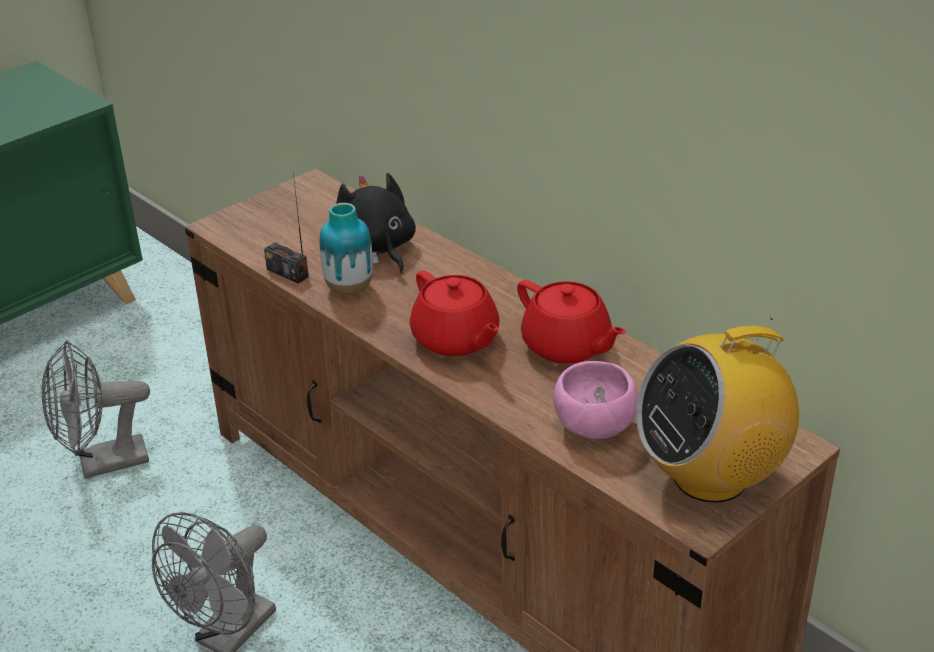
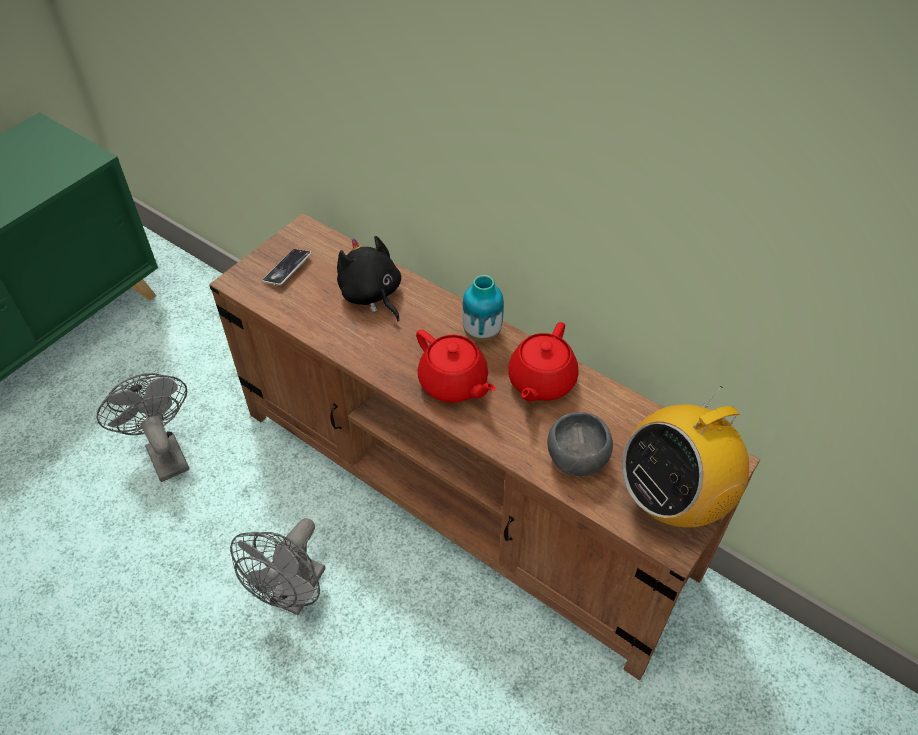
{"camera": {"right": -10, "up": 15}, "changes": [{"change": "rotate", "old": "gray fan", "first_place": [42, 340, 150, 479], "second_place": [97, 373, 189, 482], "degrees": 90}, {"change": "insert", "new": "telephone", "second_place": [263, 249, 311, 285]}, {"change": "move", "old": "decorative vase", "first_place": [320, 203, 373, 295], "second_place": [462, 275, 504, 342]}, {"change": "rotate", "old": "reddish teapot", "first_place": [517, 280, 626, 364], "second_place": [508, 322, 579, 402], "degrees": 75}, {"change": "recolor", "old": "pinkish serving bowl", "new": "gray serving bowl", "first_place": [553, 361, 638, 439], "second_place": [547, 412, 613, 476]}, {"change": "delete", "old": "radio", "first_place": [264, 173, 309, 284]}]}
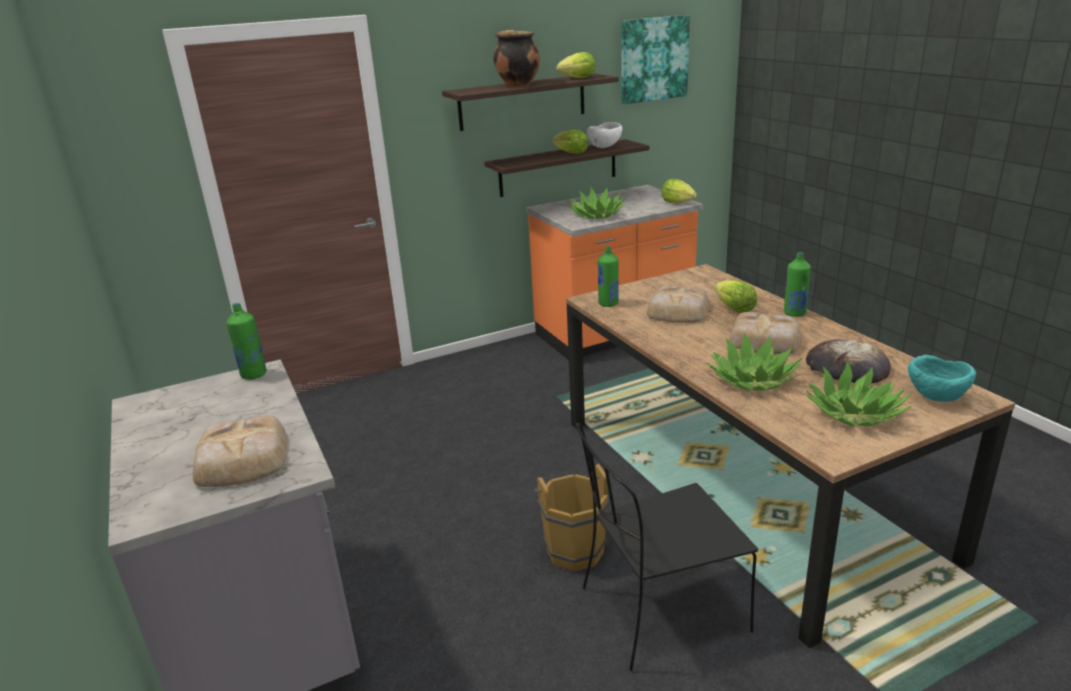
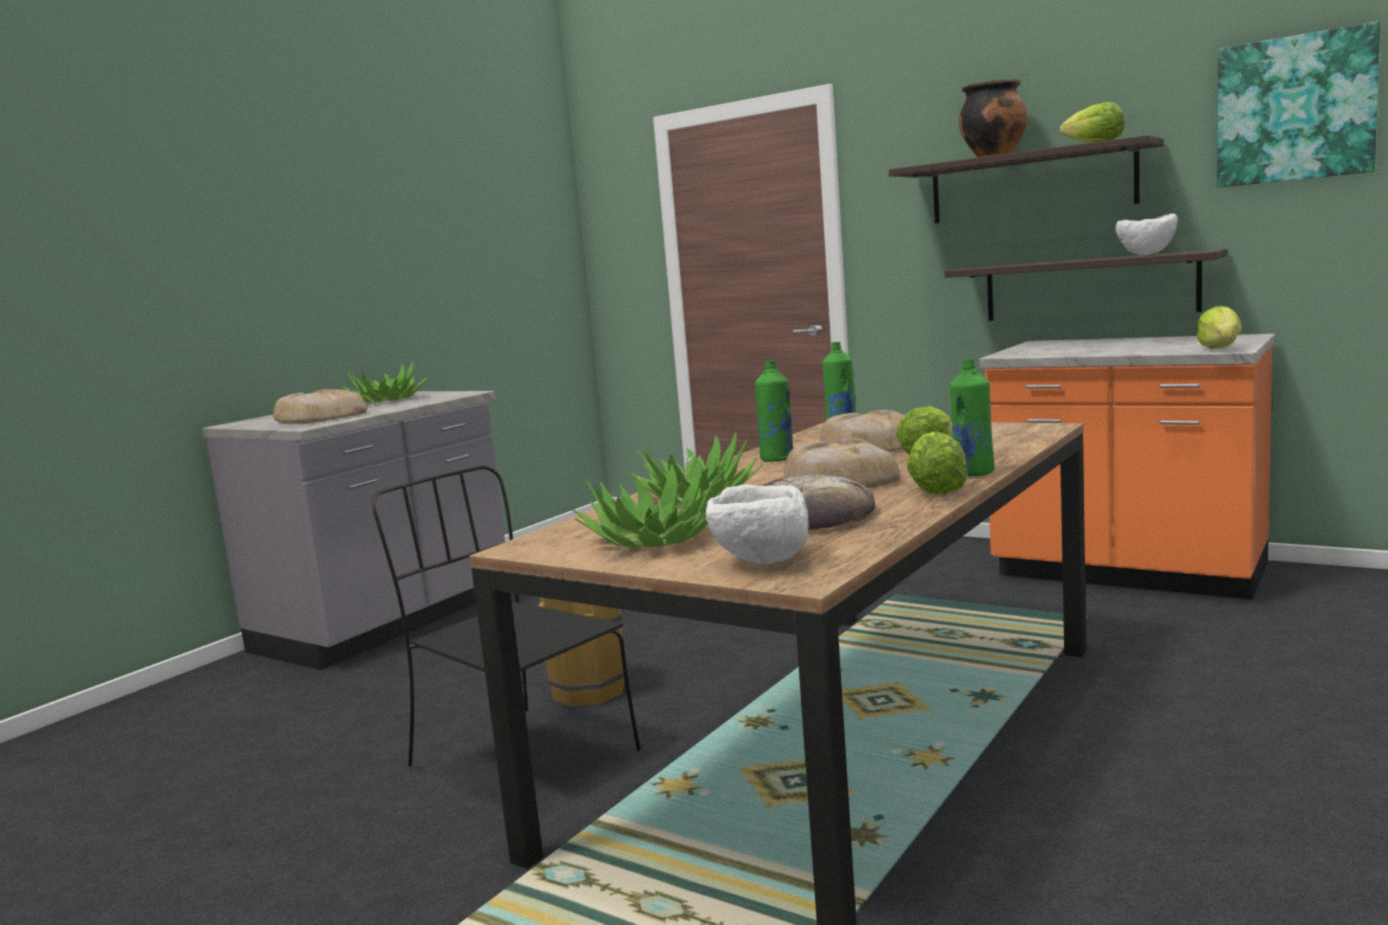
{"camera": {"right": 60, "up": -15}, "changes": [{"change": "move", "old": "houseplant", "first_place": [567, 188, 626, 219], "second_place": [341, 361, 426, 403]}, {"change": "recolor", "old": "turquoise-coloured serving bowl", "new": "whitish serving bowl", "first_place": [908, 355, 976, 402], "second_place": [706, 484, 809, 564]}, {"change": "move", "old": "green-coloured bottle", "first_place": [226, 303, 267, 380], "second_place": [755, 360, 793, 462]}, {"change": "move", "old": "lettuce", "first_place": [552, 130, 588, 154], "second_place": [907, 431, 968, 495]}]}
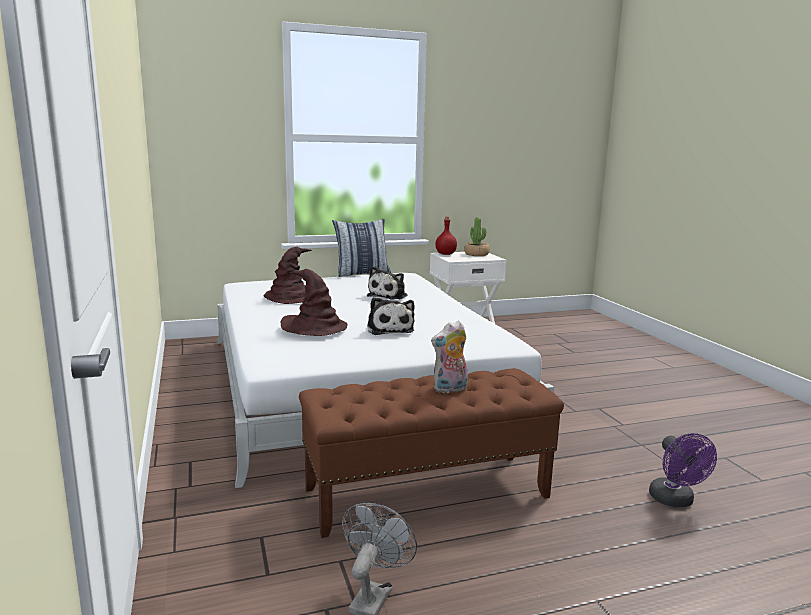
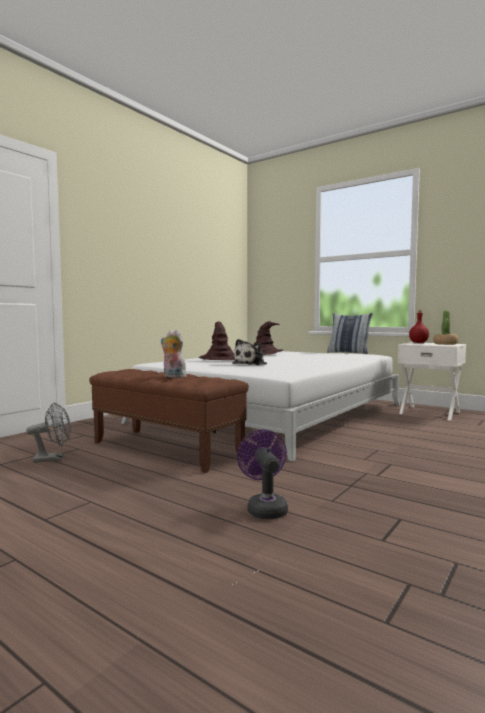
{"camera": {"right": 55, "up": -10}, "changes": [{"change": "rotate", "old": "purplish fan", "first_place": [649, 433, 717, 507], "second_place": [237, 429, 288, 519], "degrees": 120}, {"change": "delete", "old": "plush toy", "first_place": [367, 266, 408, 300]}]}
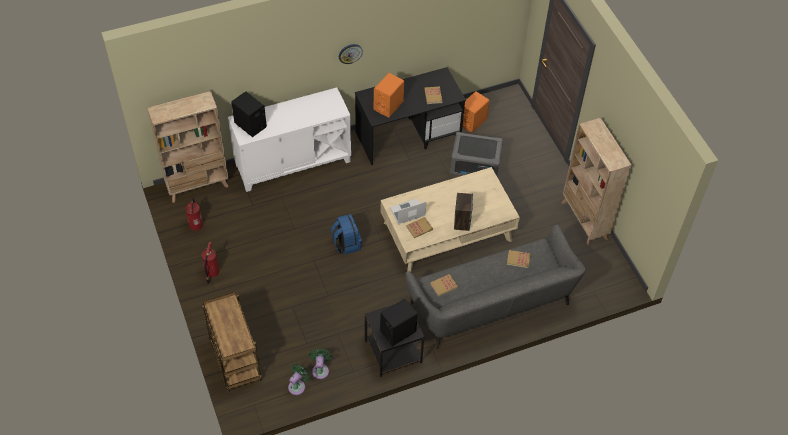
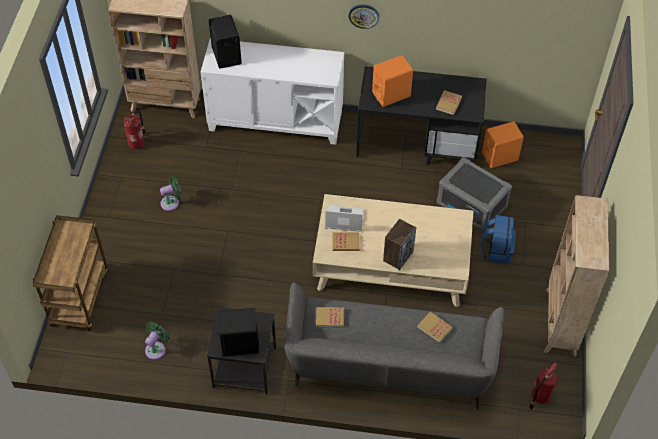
{"camera": {"right": 30, "up": 0}, "changes": [{"change": "move", "old": "green-coloured fan", "first_place": [288, 363, 310, 395], "second_place": [160, 176, 182, 211]}, {"change": "move", "old": "blue-coloured knapsack", "first_place": [331, 214, 362, 255], "second_place": [481, 215, 516, 264]}, {"change": "move", "old": "extinguisher", "first_place": [202, 242, 219, 284], "second_place": [529, 362, 557, 410]}]}
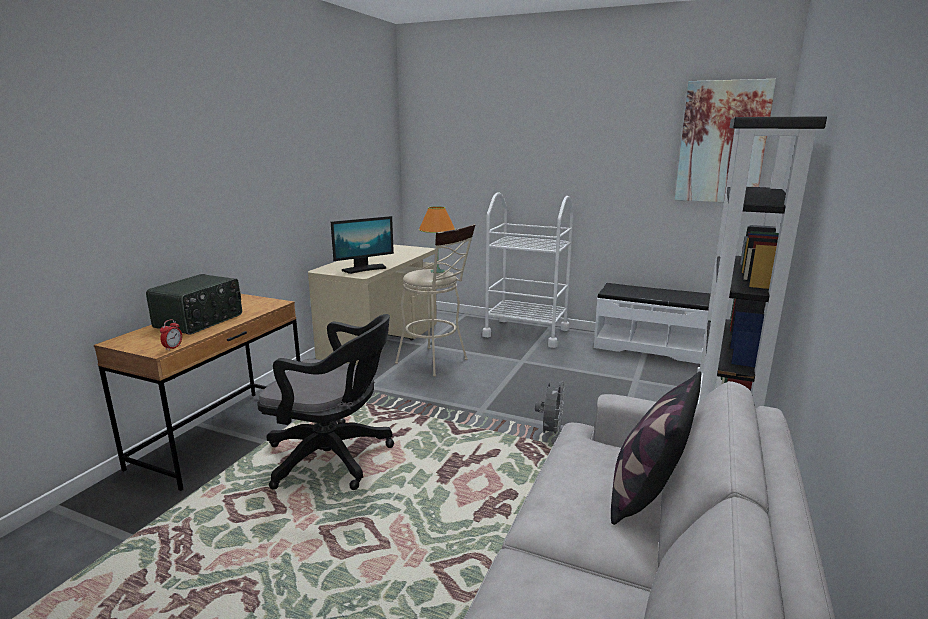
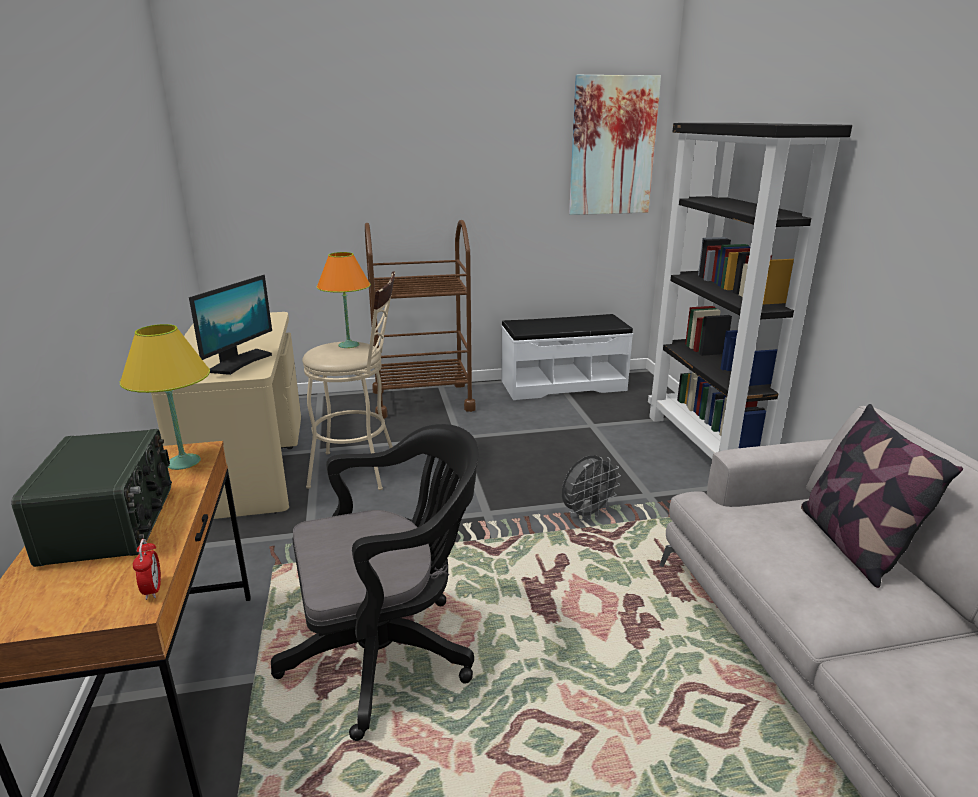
{"camera": {"right": -35, "up": 5}, "changes": [{"change": "insert", "new": "yellowish tabletop lamp", "second_place": [120, 324, 210, 470]}, {"change": "recolor", "old": "whitish trolley", "new": "brownish trolley", "first_place": [482, 192, 574, 348], "second_place": [365, 220, 476, 419]}, {"change": "rotate", "old": "gray fan", "first_place": [535, 381, 564, 439], "second_place": [562, 455, 621, 521], "degrees": 75}]}
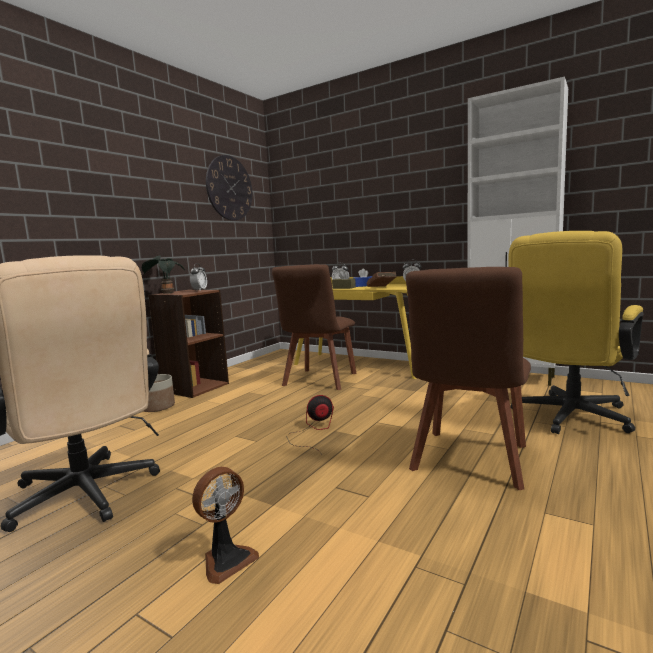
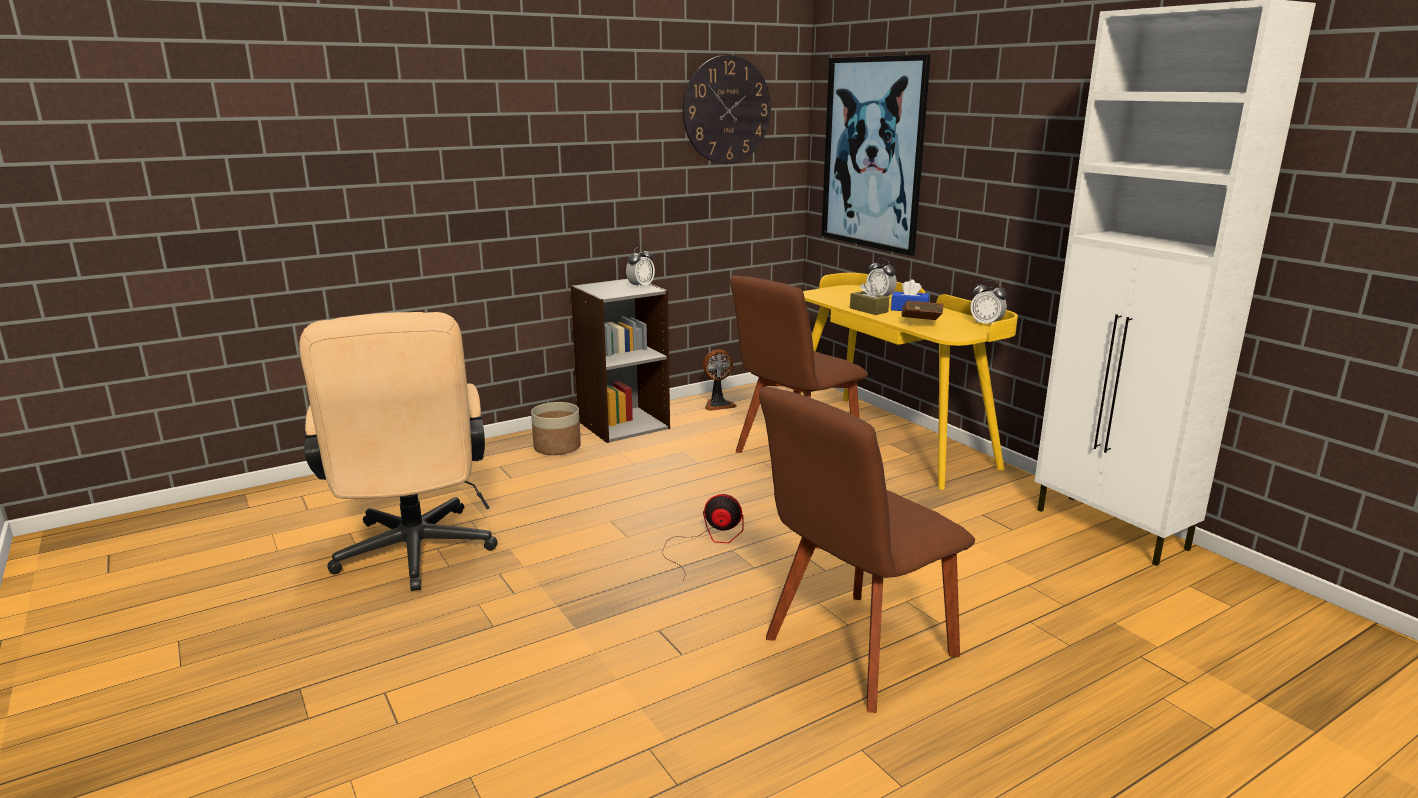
{"camera": {"right": 25, "up": 10}, "changes": [{"change": "recolor", "old": "brownish bookshelf", "new": "gray bookshelf", "first_place": [148, 290, 229, 398], "second_place": [571, 279, 670, 443]}, {"change": "move", "old": "fan", "first_place": [192, 467, 259, 584], "second_place": [703, 349, 737, 411]}, {"change": "insert", "new": "wall picture", "second_place": [821, 54, 931, 256]}, {"change": "delete", "old": "houseplant", "first_place": [142, 255, 185, 294]}, {"change": "delete", "old": "yellowish office chair", "first_place": [508, 231, 643, 434]}]}
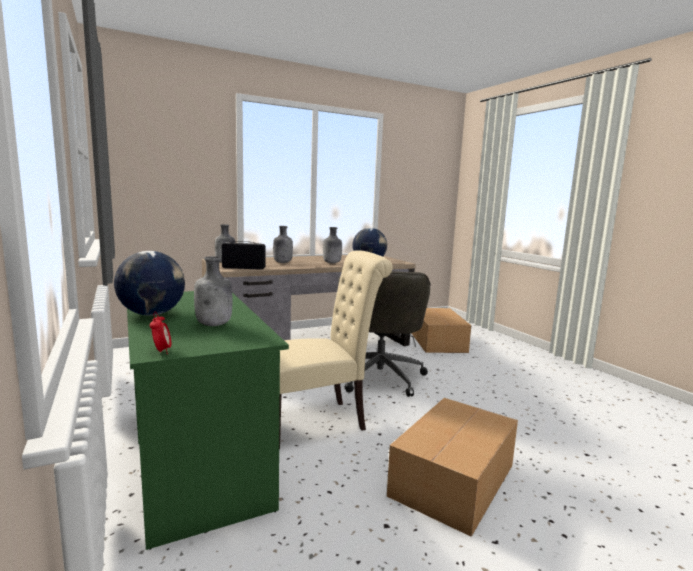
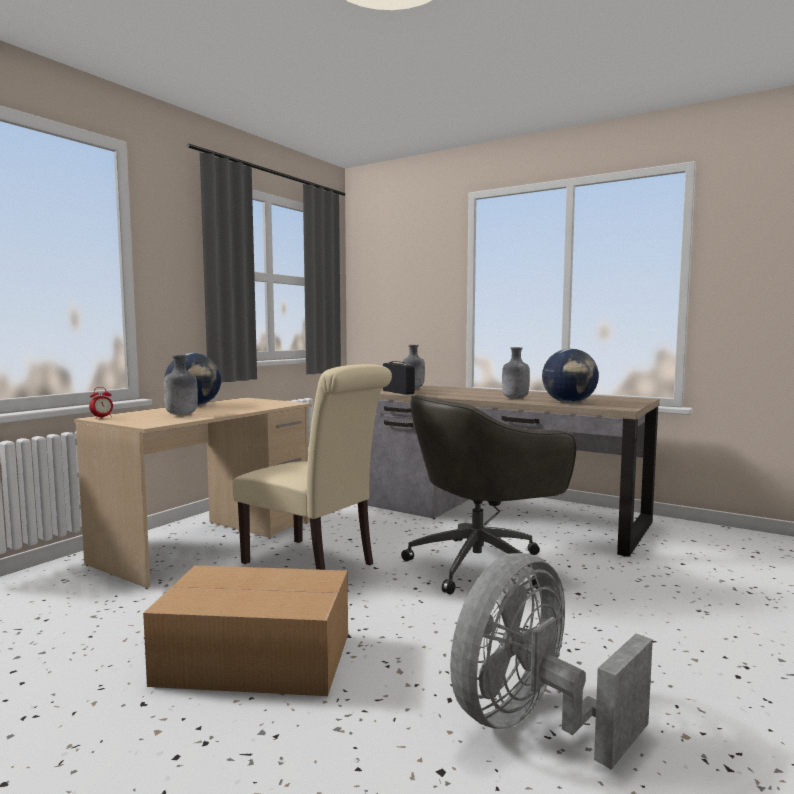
{"camera": {"right": 60, "up": -5}, "changes": [{"change": "recolor", "old": "green-coloured desk table", "new": "sand-coloured desk table", "first_place": [127, 291, 289, 550], "second_place": [74, 398, 312, 589]}, {"change": "insert", "new": "gray fan", "second_place": [450, 553, 653, 769]}, {"change": "delete", "old": "gray bottle", "first_place": [273, 226, 293, 263]}, {"change": "delete", "old": "cardboard box", "first_place": [411, 308, 472, 353]}]}
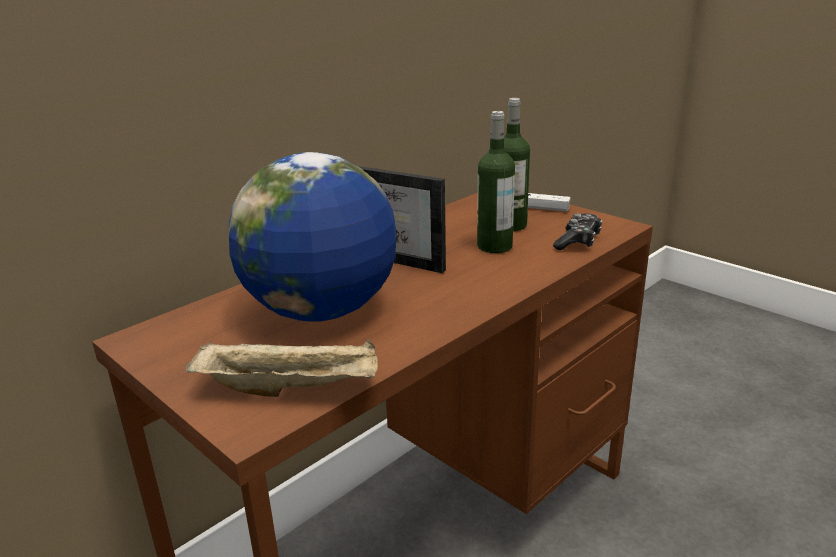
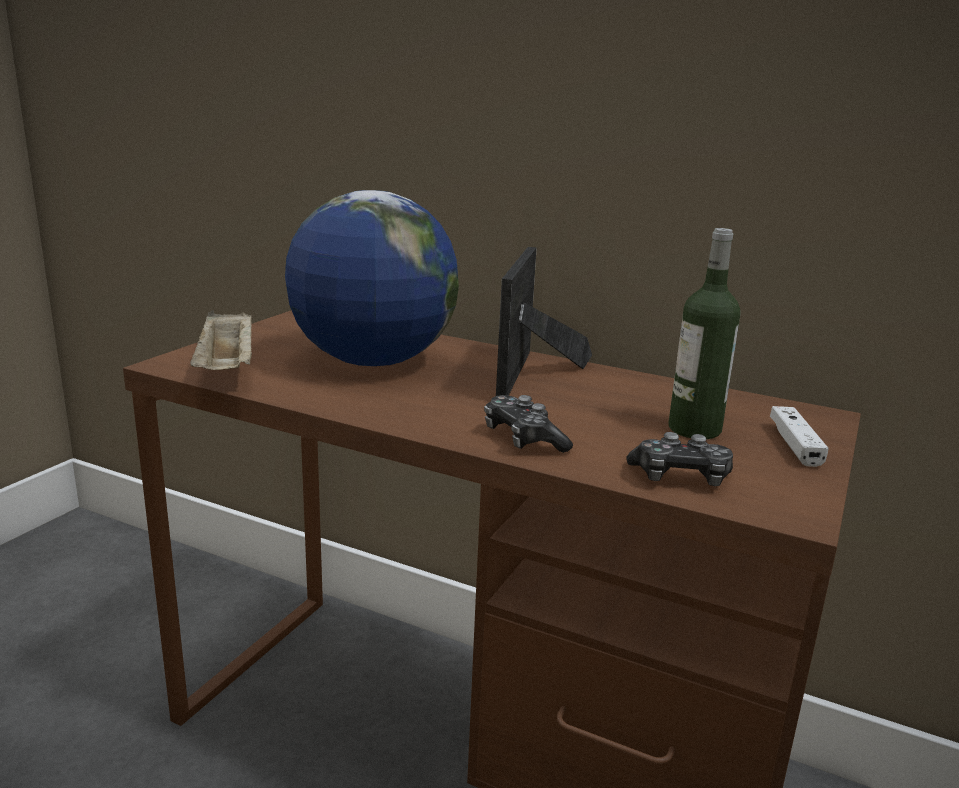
{"camera": {"right": 70, "up": -5}, "changes": [{"change": "insert", "new": "game controller", "second_place": [484, 395, 573, 453]}, {"change": "delete", "old": "bottle", "first_place": [477, 111, 515, 253]}]}
